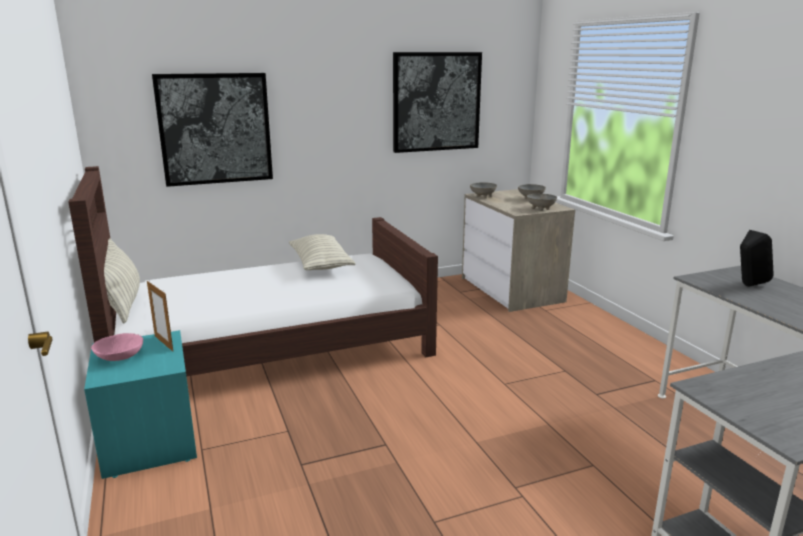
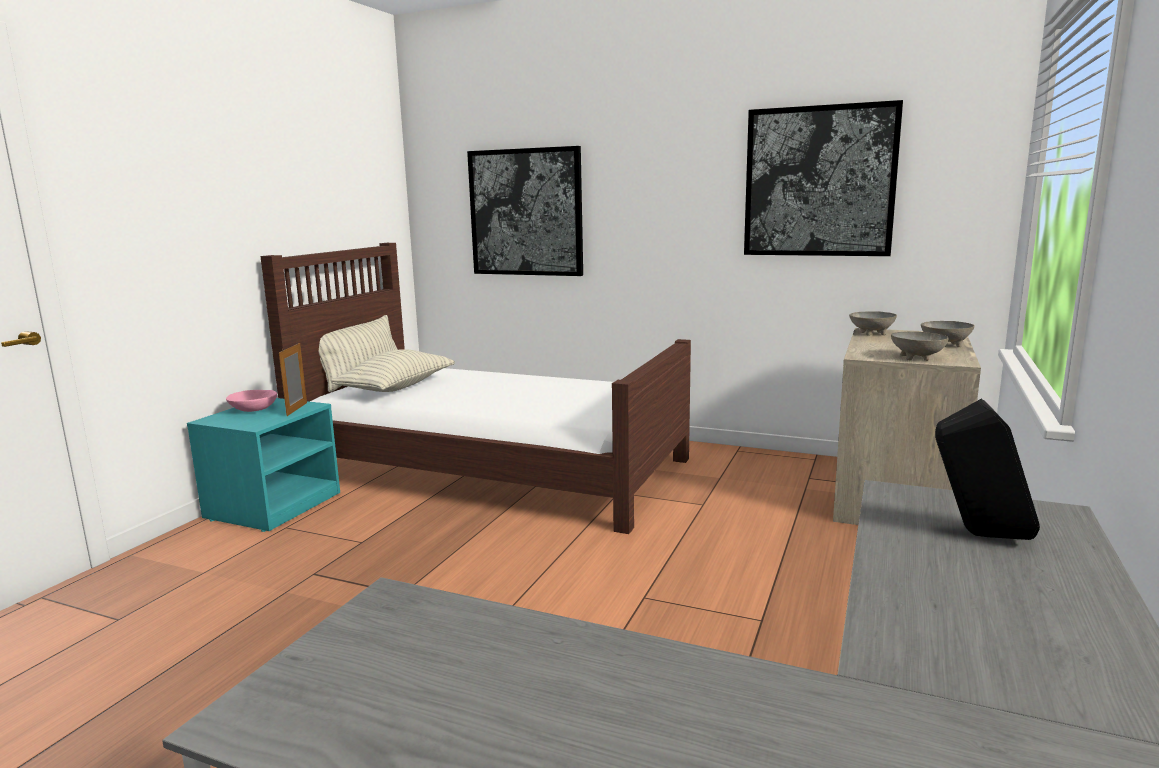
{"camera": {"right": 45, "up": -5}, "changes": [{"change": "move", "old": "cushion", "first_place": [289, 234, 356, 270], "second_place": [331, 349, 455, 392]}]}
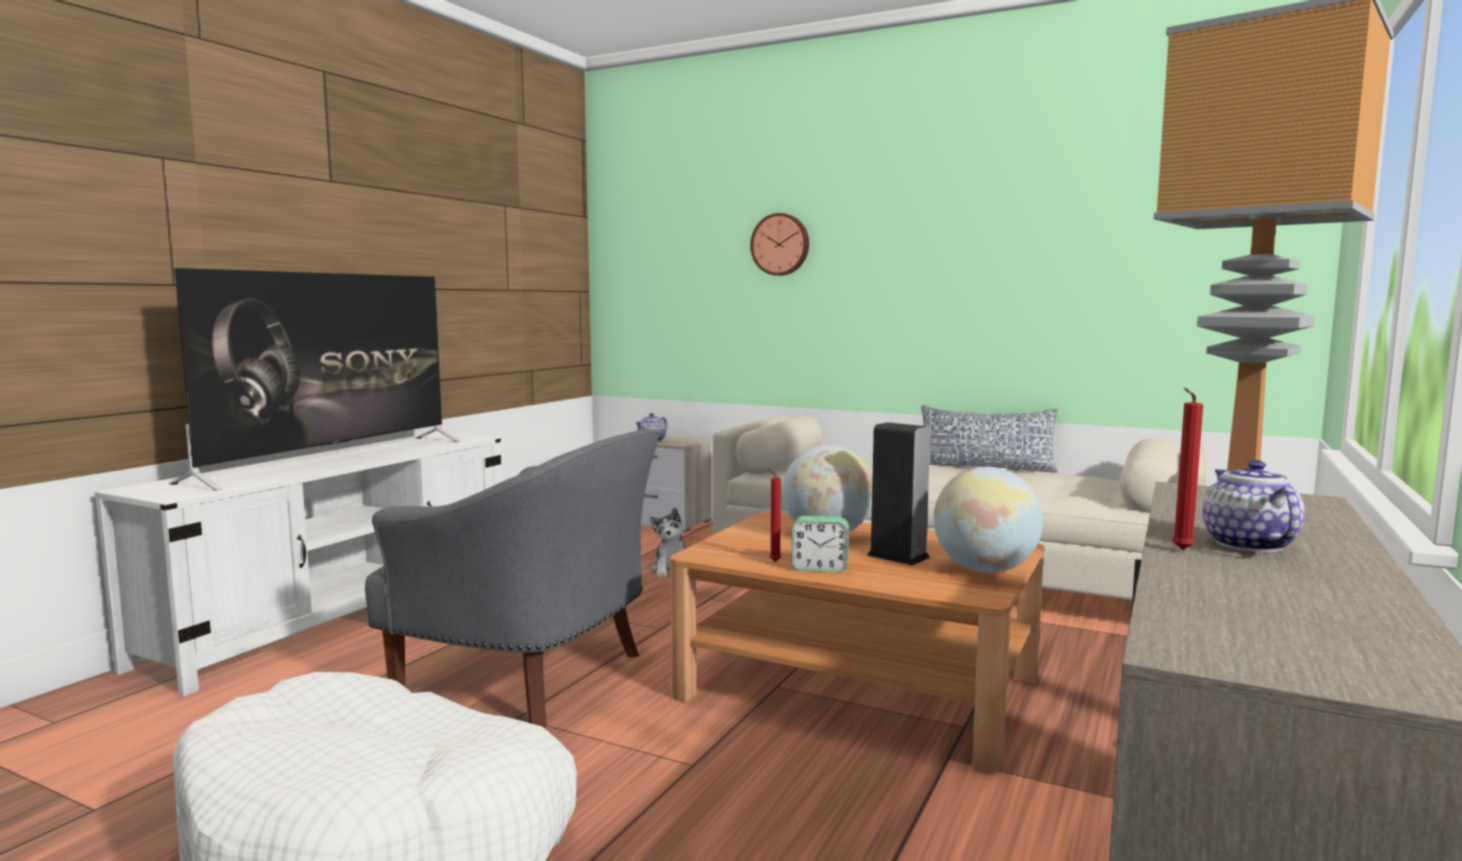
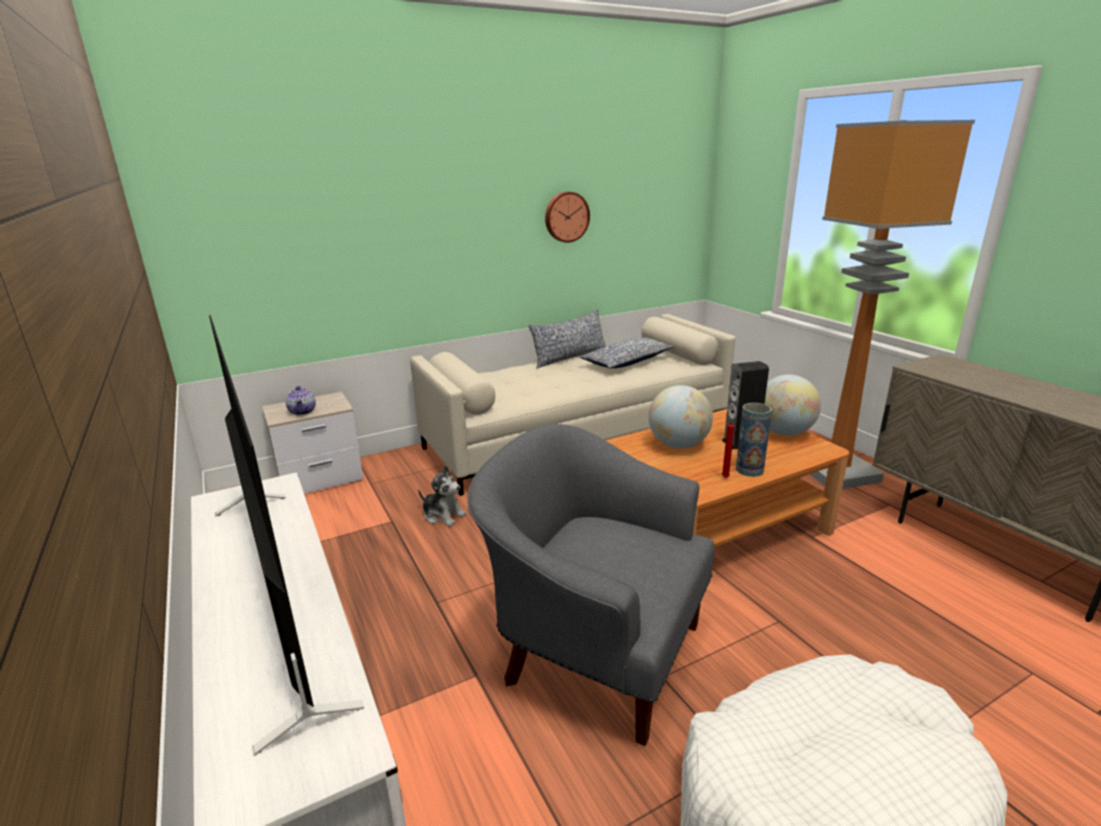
{"camera": {"right": -55, "up": 15}, "changes": [{"change": "rotate", "old": "gray lounge chair", "first_place": [365, 429, 660, 728], "second_place": [467, 424, 715, 746], "degrees": -120}, {"change": "move", "old": "hanging clock", "first_place": [750, 213, 809, 276], "second_place": [545, 192, 590, 243]}, {"change": "insert", "new": "cushion", "second_place": [580, 337, 673, 369]}, {"change": "replace", "old": "table clock", "new": "decorative vase", "first_place": [792, 516, 849, 573], "second_place": [736, 403, 772, 477]}, {"change": "delete", "old": "reddish wax light", "first_place": [1172, 388, 1203, 550]}, {"change": "delete", "old": "teapot", "first_place": [1202, 460, 1305, 552]}]}
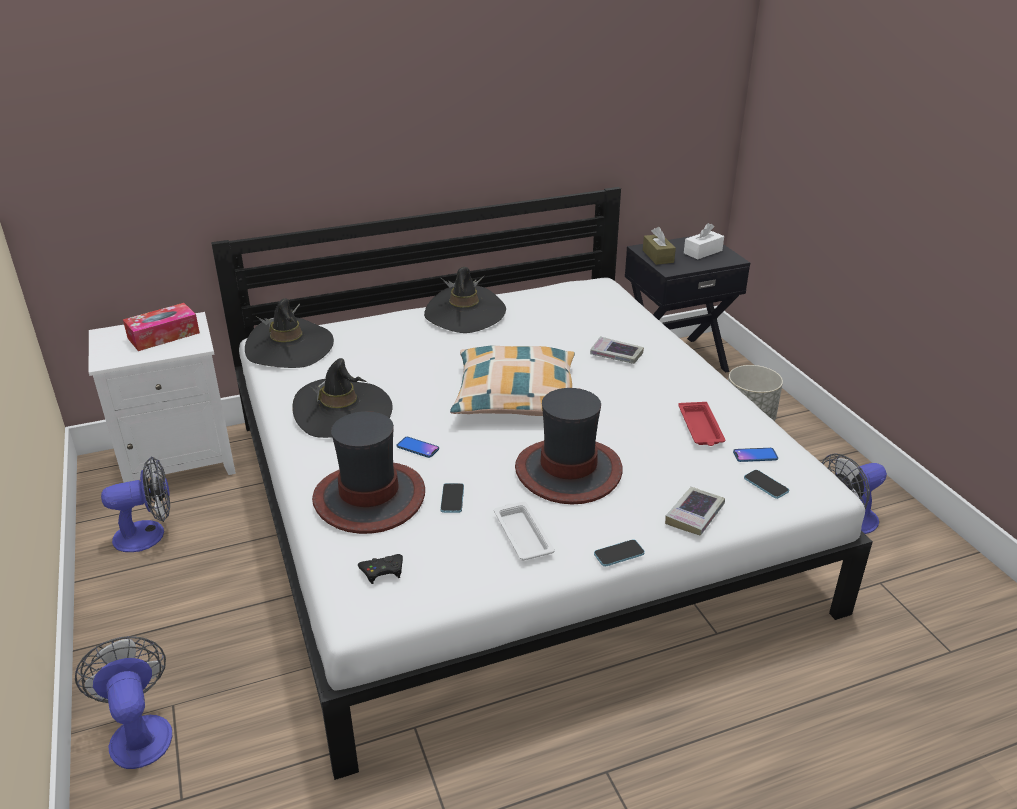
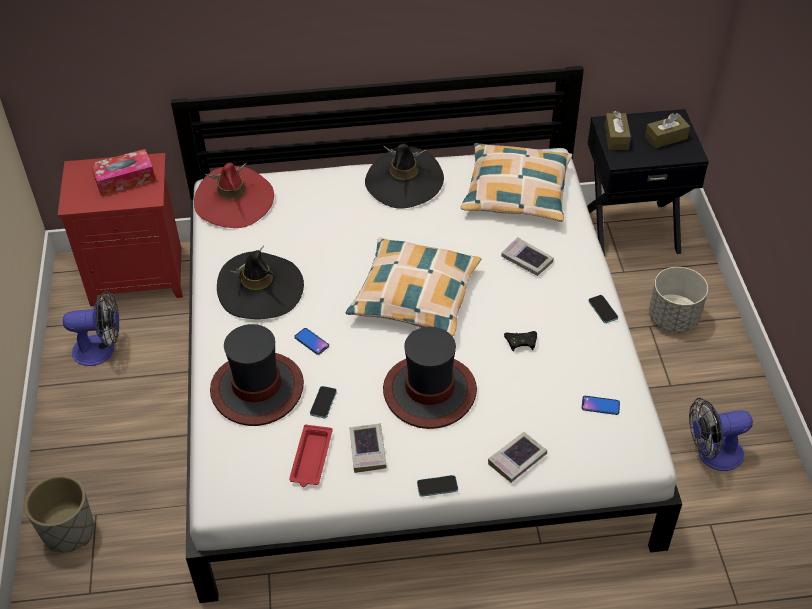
{"camera": {"right": 15, "up": 15}, "changes": [{"change": "replace", "old": "fan", "new": "gray planter", "first_place": [75, 636, 172, 769], "second_place": [25, 475, 94, 553]}, {"change": "recolor", "old": "whitish night table", "new": "reddish night table", "first_place": [89, 312, 236, 483], "second_place": [58, 153, 183, 306]}, {"change": "recolor", "old": "black-coloured hat", "new": "reddish hat", "first_place": [245, 298, 334, 368], "second_place": [194, 163, 274, 228]}, {"change": "move", "old": "reddish serving tray", "first_place": [678, 402, 725, 446], "second_place": [289, 425, 333, 487]}, {"change": "replace", "old": "whitish serving tray", "new": "volume", "first_place": [494, 502, 555, 561], "second_place": [349, 424, 387, 473]}, {"change": "insert", "new": "cushion", "second_place": [460, 143, 572, 222]}, {"change": "move", "old": "black-coloured game controller", "first_place": [358, 554, 403, 584], "second_place": [504, 331, 537, 351]}, {"change": "move", "old": "telephone", "first_place": [744, 470, 789, 499], "second_place": [588, 295, 618, 323]}, {"change": "recolor", "old": "whitish box of tissues", "new": "brownish box of tissues", "first_place": [684, 223, 724, 260], "second_place": [645, 113, 690, 148]}]}
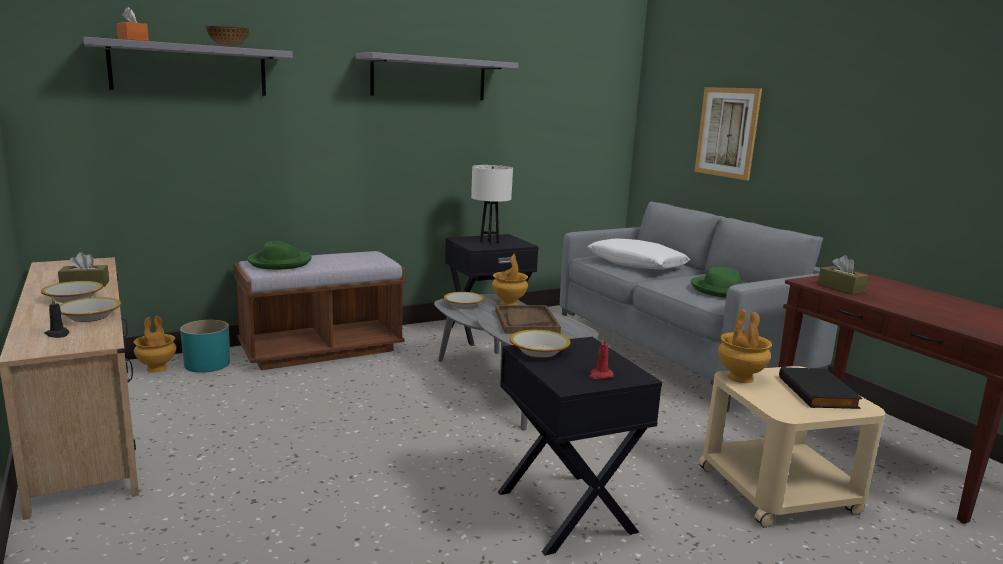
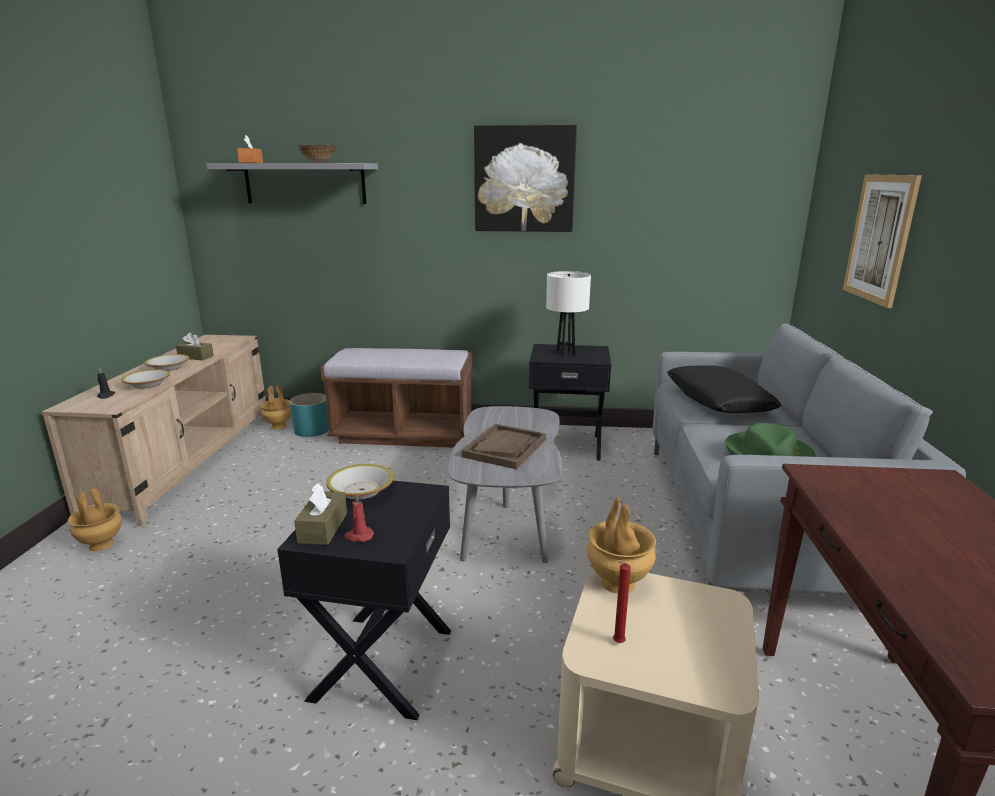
{"camera": {"right": 35, "up": 5}, "changes": [{"change": "move", "old": "brownish decorative vase", "first_place": [492, 254, 528, 305], "second_place": [68, 489, 122, 551]}, {"change": "move", "old": "brownish box of tissues", "first_place": [818, 255, 869, 294], "second_place": [294, 483, 347, 545]}, {"change": "replace", "old": "gray bracket shelf", "new": "wall picture", "first_place": [356, 52, 519, 100], "second_place": [474, 125, 577, 232]}, {"change": "insert", "new": "reddish wax light", "second_place": [613, 561, 631, 643]}, {"change": "recolor", "old": "whitish cushion", "new": "black-coloured cushion", "first_place": [588, 238, 690, 269], "second_place": [667, 365, 782, 413]}, {"change": "delete", "old": "green-coloured hat", "first_place": [247, 241, 312, 270]}, {"change": "delete", "old": "serving bowl", "first_place": [444, 292, 484, 309]}, {"change": "delete", "old": "black-coloured volume", "first_place": [779, 366, 862, 409]}]}
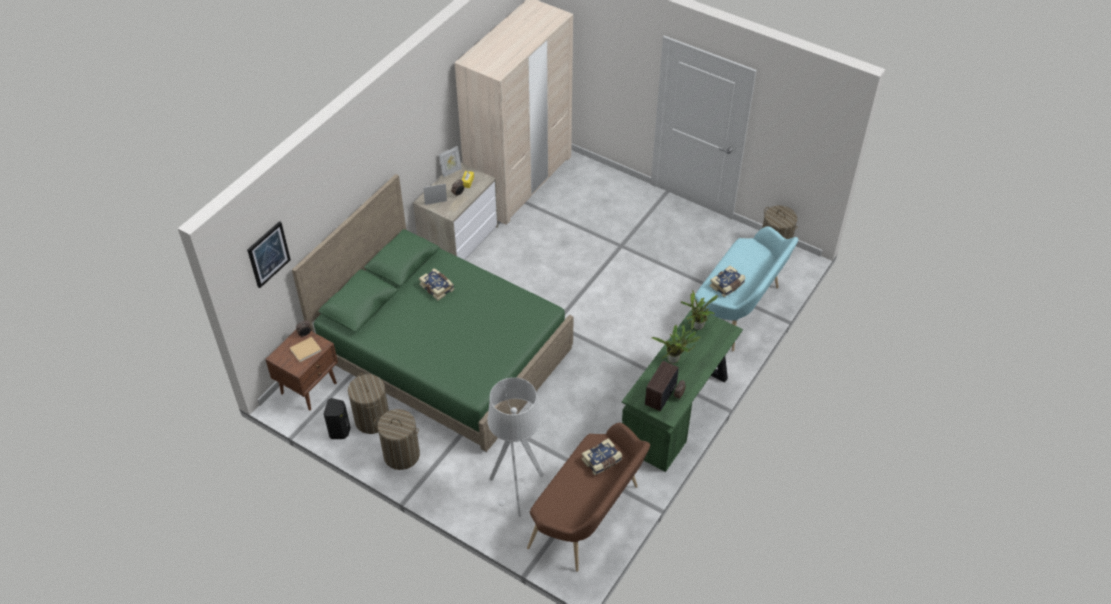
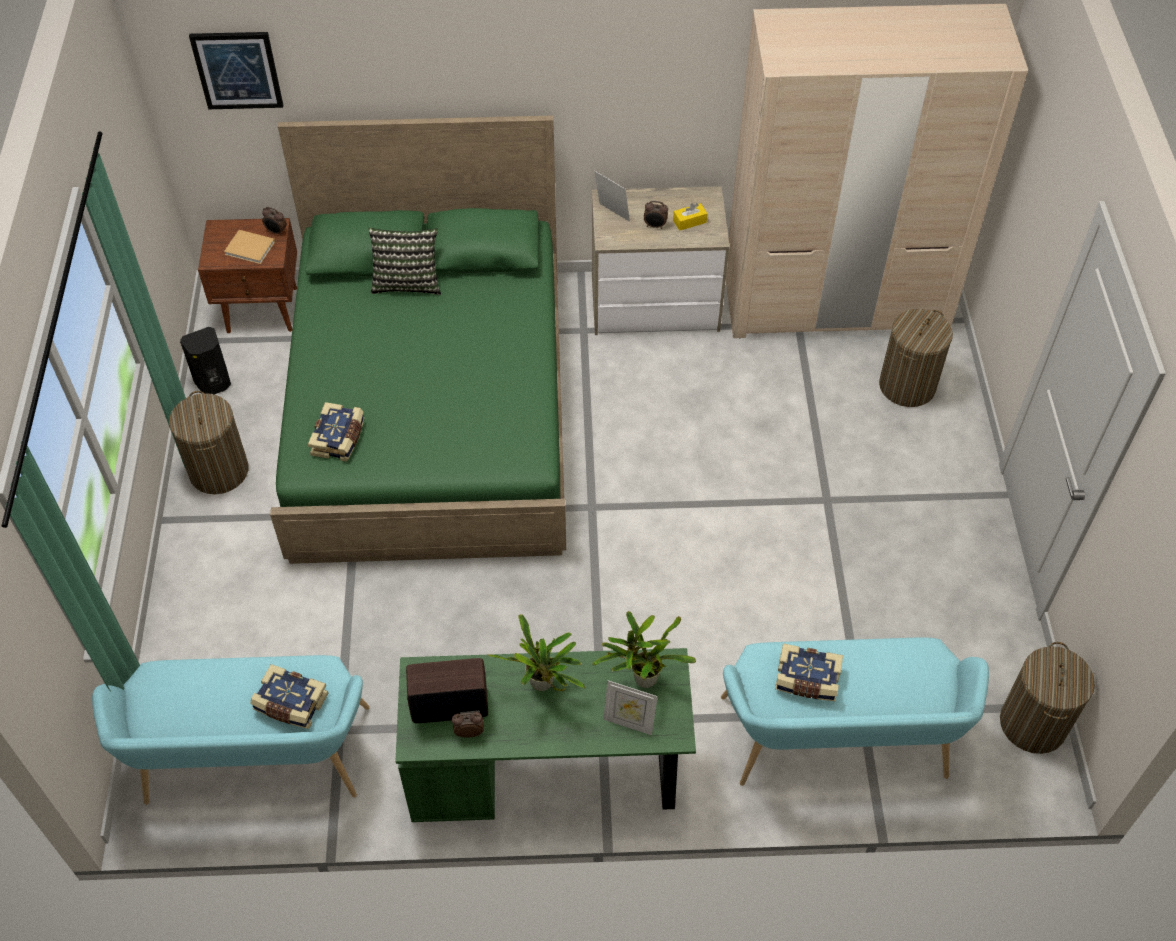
{"camera": {"right": 55, "up": 5}, "changes": [{"change": "recolor", "old": "brownish long seat", "new": "turquoise-coloured long seat", "first_place": [527, 423, 650, 572], "second_place": [92, 655, 370, 805]}, {"change": "move", "old": "volume", "first_place": [419, 268, 454, 301], "second_place": [308, 402, 365, 462]}, {"change": "insert", "new": "cushion", "second_place": [368, 228, 441, 295]}, {"change": "move", "old": "standing frame", "first_place": [439, 146, 462, 177], "second_place": [603, 680, 658, 735]}, {"change": "move", "old": "washing basket", "first_place": [348, 373, 389, 434], "second_place": [879, 309, 953, 407]}, {"change": "delete", "old": "gray standing lamp", "first_place": [487, 377, 544, 517]}]}
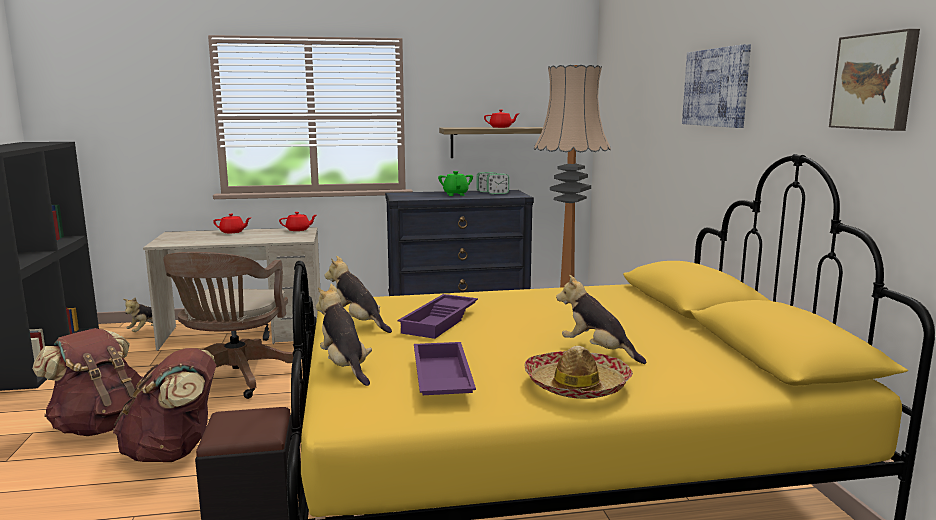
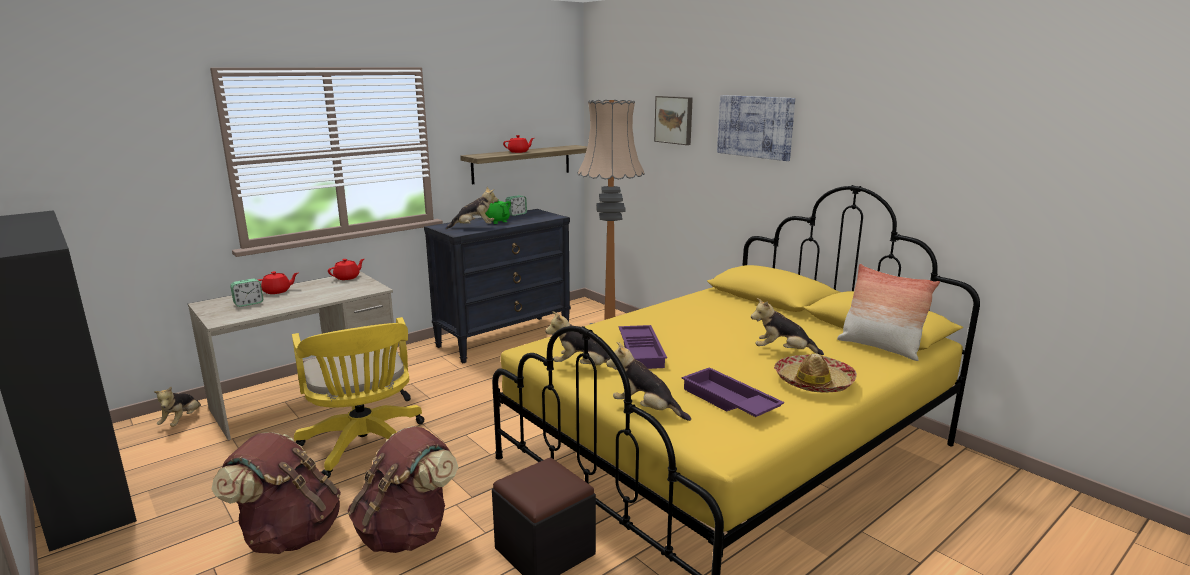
{"camera": {"right": -30, "up": 5}, "changes": [{"change": "move", "old": "table clock", "first_place": [487, 173, 509, 194], "second_place": [230, 278, 263, 307]}, {"change": "recolor", "old": "brownish office chair", "new": "yellowish office chair", "first_place": [163, 252, 293, 399], "second_place": [292, 317, 424, 478]}, {"change": "insert", "new": "plush toy", "second_place": [446, 187, 498, 229]}, {"change": "move", "old": "wall picture", "first_place": [829, 29, 920, 131], "second_place": [654, 96, 693, 145]}, {"change": "insert", "new": "cushion", "second_place": [837, 264, 940, 361]}]}
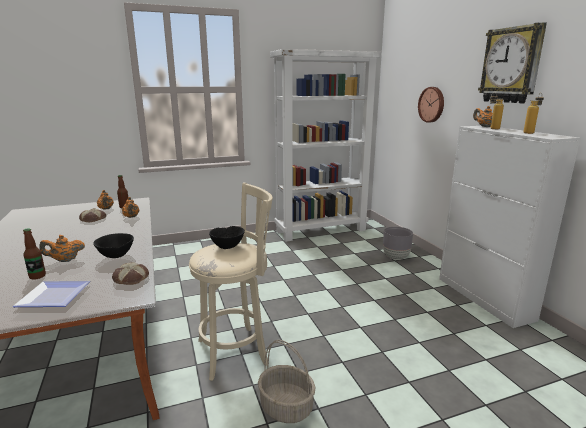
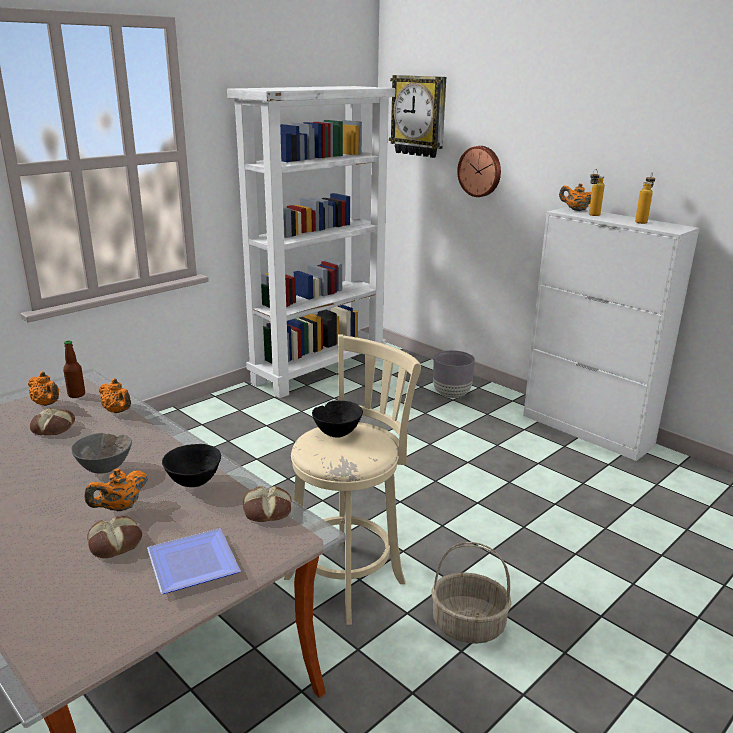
{"camera": {"right": -25, "up": 5}, "changes": [{"change": "insert", "new": "gray serving bowl", "second_place": [71, 433, 132, 474]}, {"change": "replace", "old": "bottle", "new": "bread", "first_place": [23, 228, 46, 280], "second_place": [87, 516, 142, 558]}, {"change": "move", "old": "hanging clock", "first_place": [478, 22, 547, 103], "second_place": [389, 75, 446, 158]}]}
